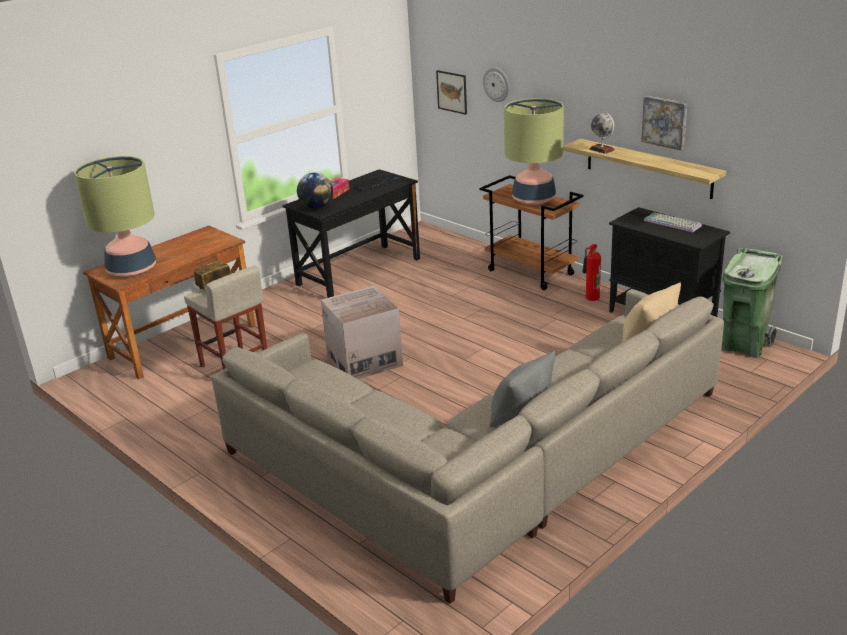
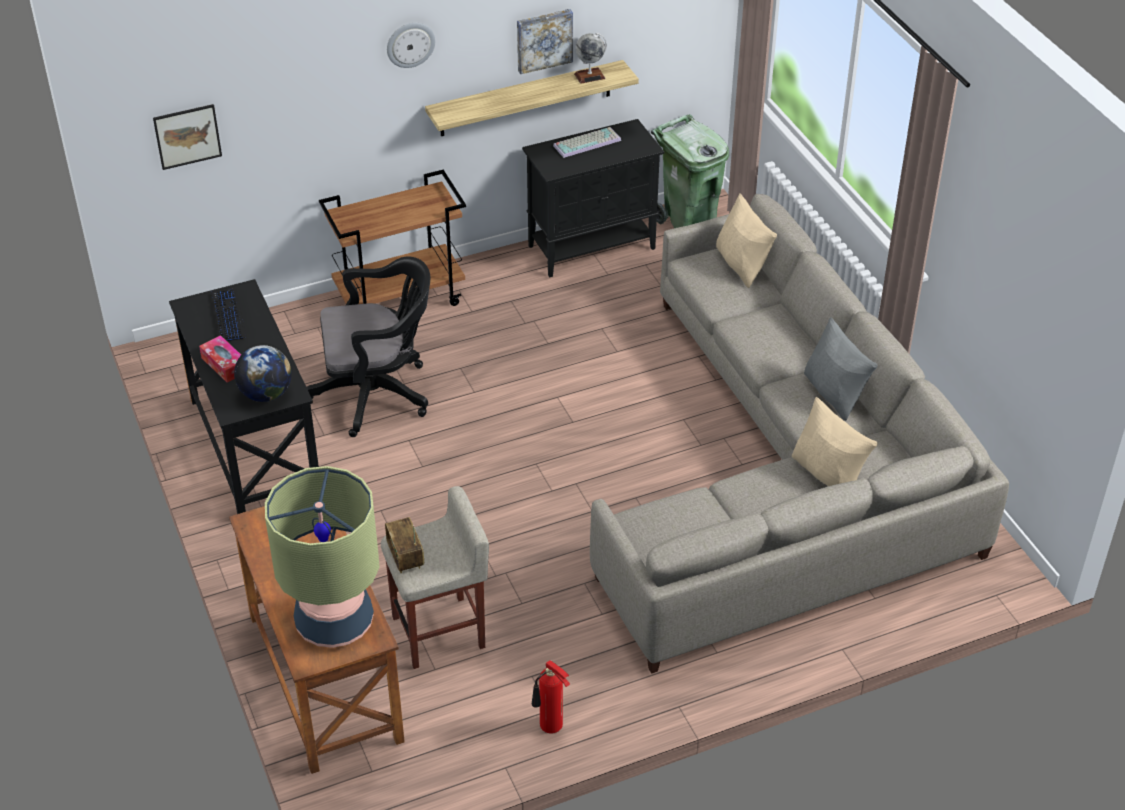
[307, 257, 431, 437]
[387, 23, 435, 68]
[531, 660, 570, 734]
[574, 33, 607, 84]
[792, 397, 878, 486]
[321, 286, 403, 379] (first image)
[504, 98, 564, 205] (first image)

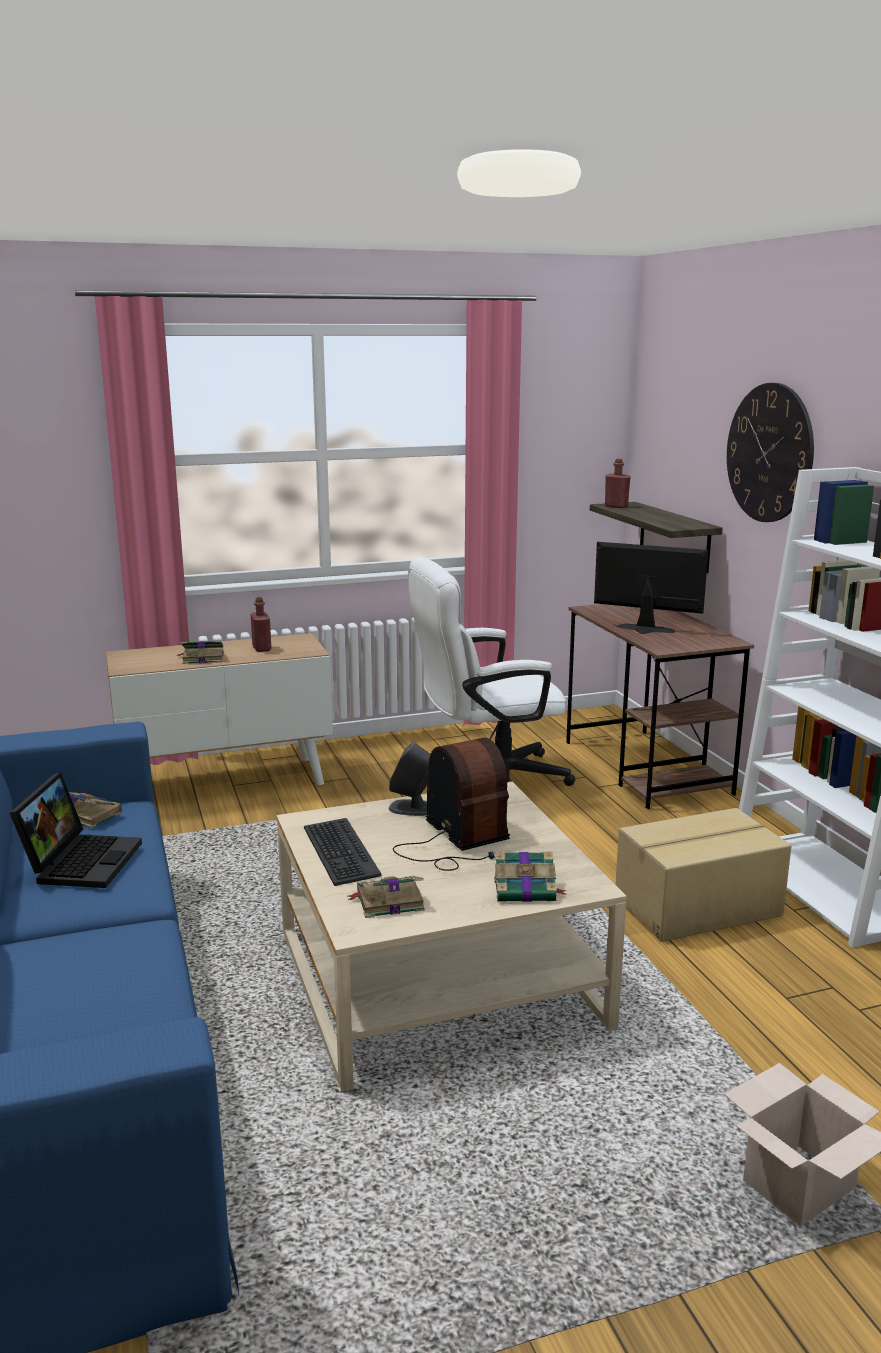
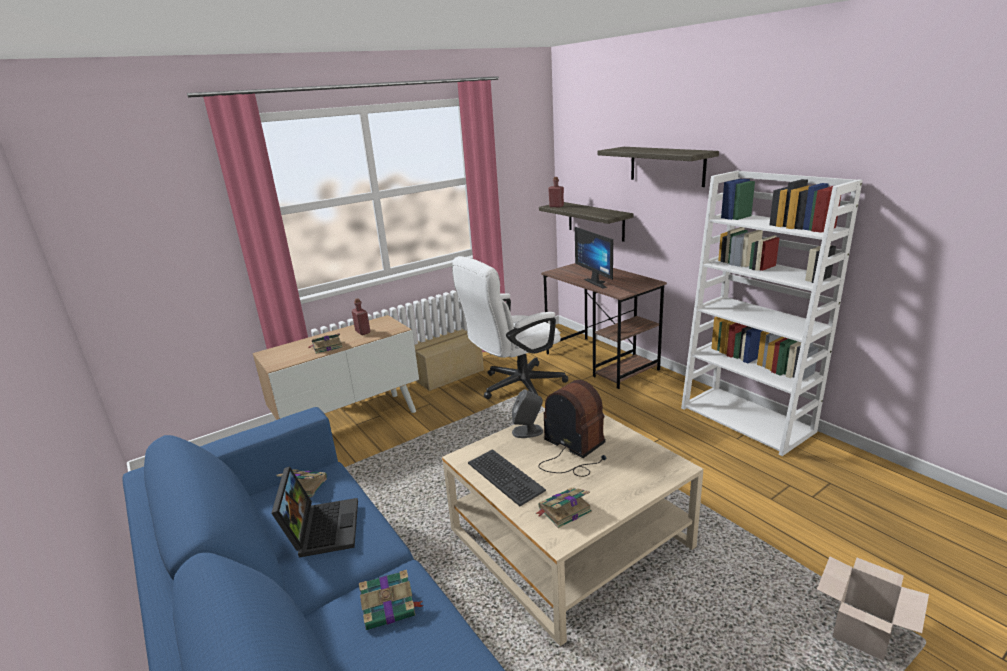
[359, 570, 424, 630]
[415, 328, 484, 391]
[575, 227, 613, 288]
[597, 147, 719, 187]

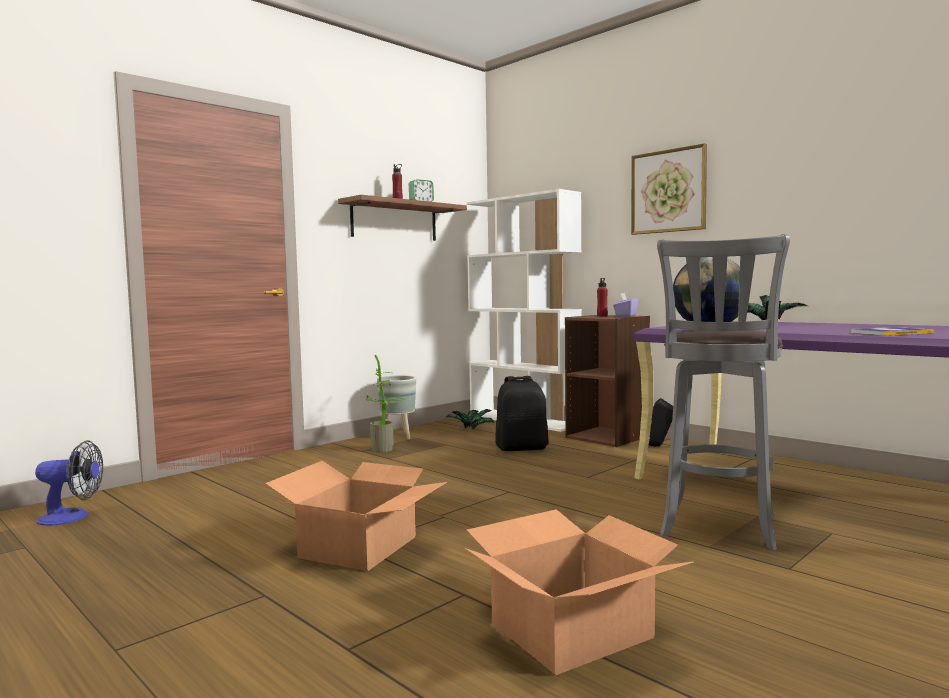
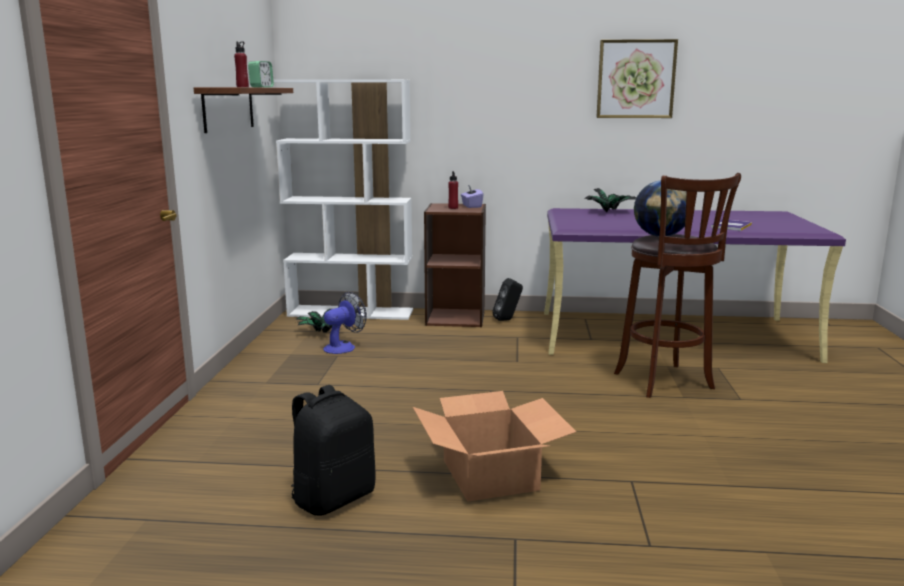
[291, 385, 375, 516]
[323, 292, 367, 354]
[596, 39, 678, 118]
[614, 173, 741, 398]
[366, 355, 406, 452] (first image)
[377, 376, 416, 439] (first image)
[464, 509, 694, 675] (first image)

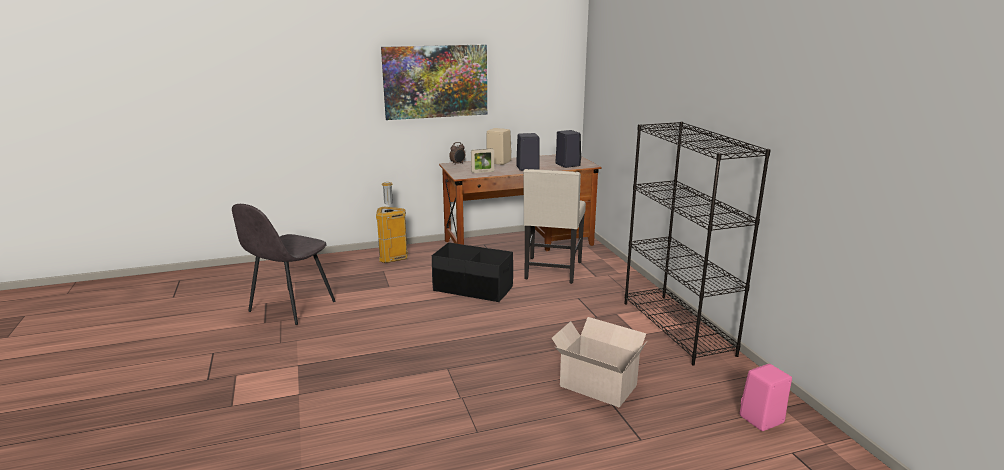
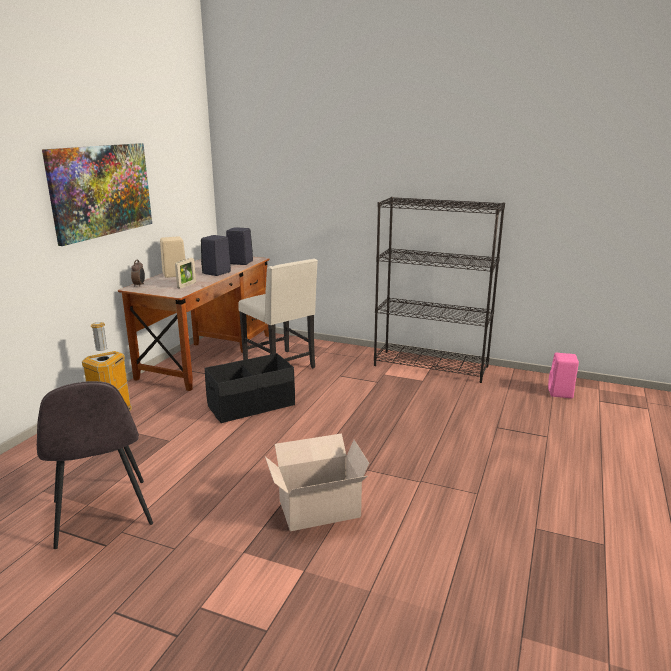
[265, 433, 369, 531]

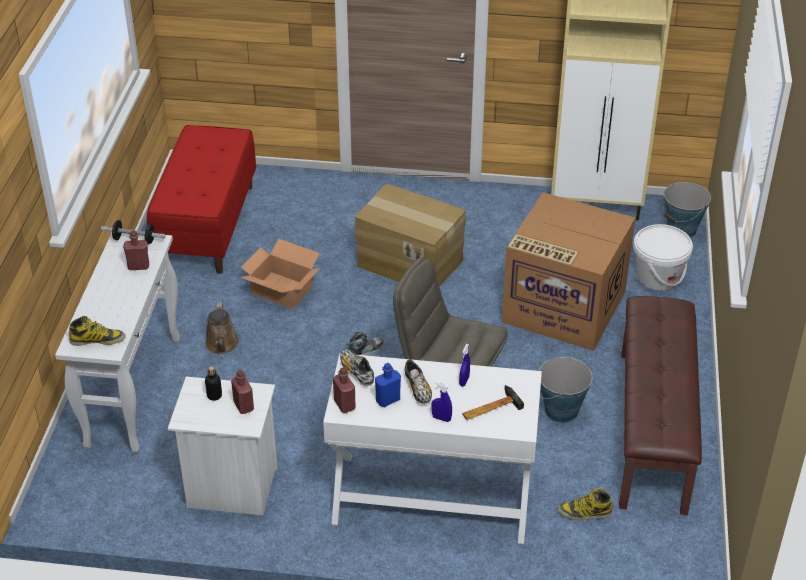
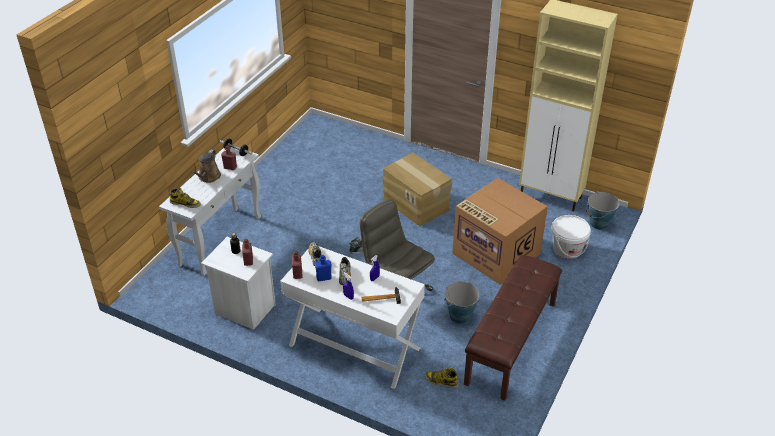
[191, 150, 221, 183]
[147, 125, 256, 274] (first image)
[240, 239, 320, 309] (first image)

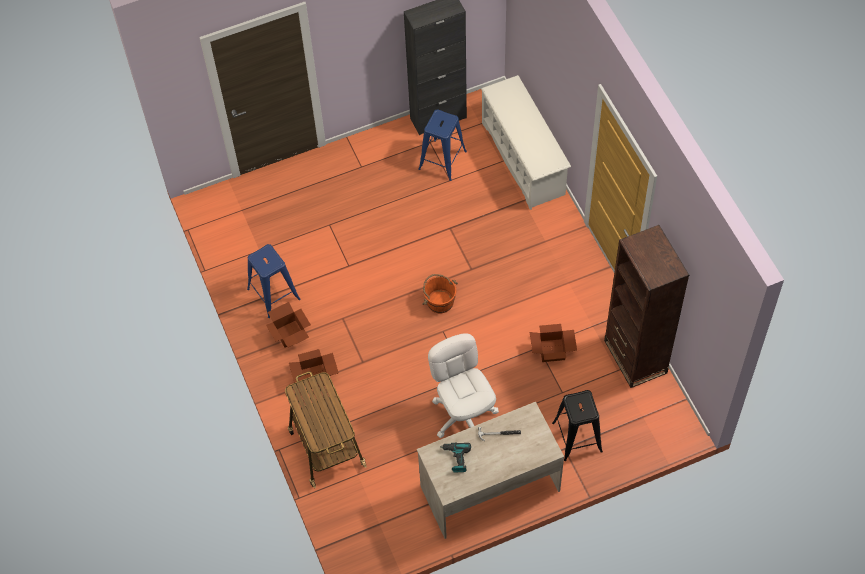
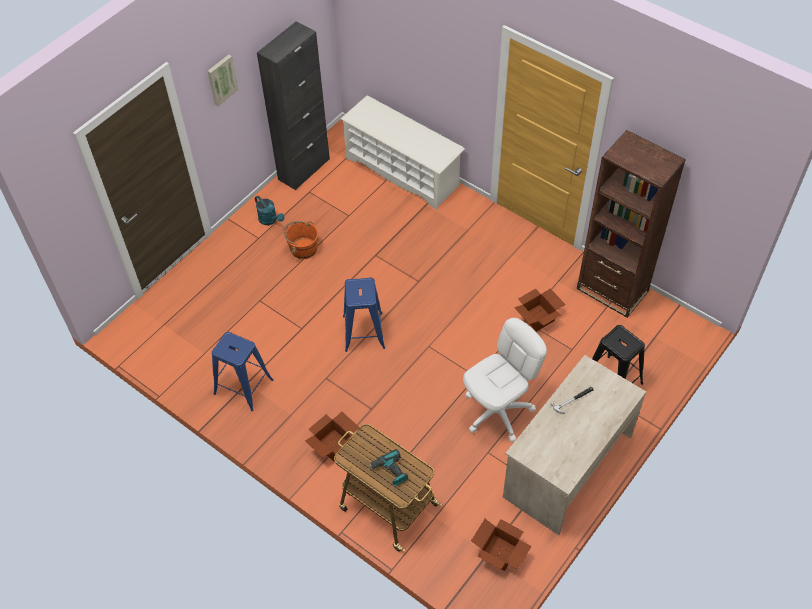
[208, 54, 238, 106]
[255, 196, 284, 225]
[284, 221, 318, 259]
[343, 278, 385, 352]
[368, 449, 408, 486]
[463, 318, 547, 442]
[471, 519, 532, 571]

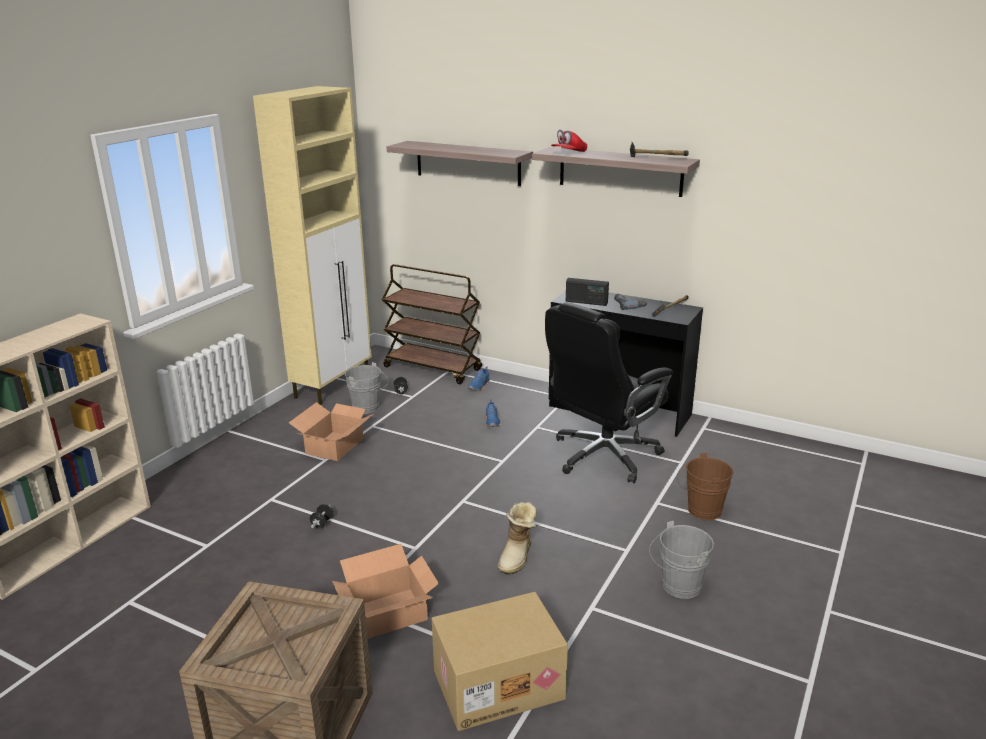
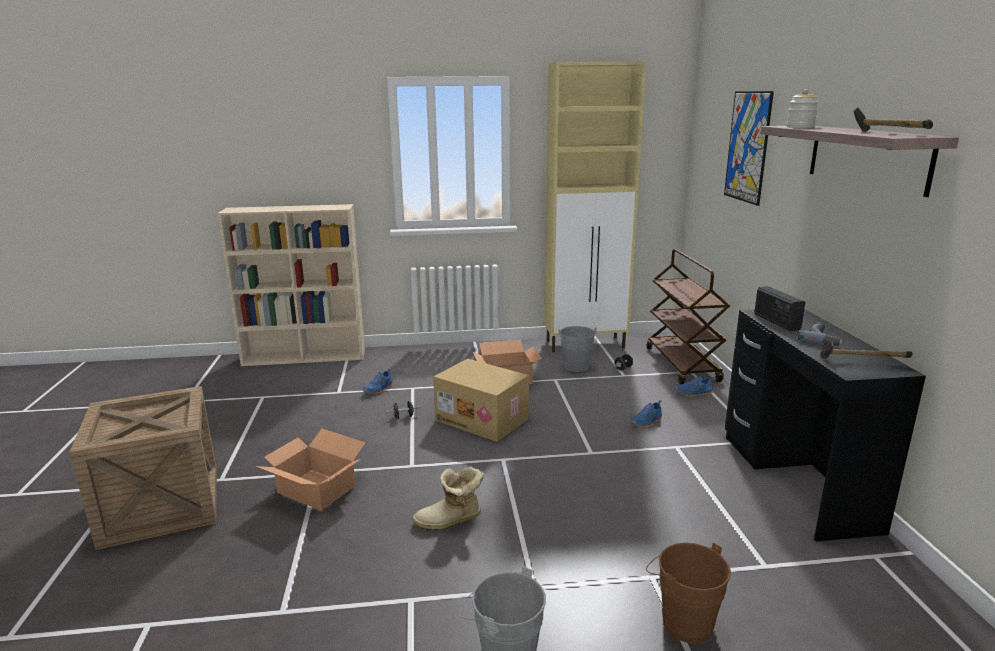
[363, 369, 393, 394]
[433, 359, 529, 442]
[724, 91, 774, 206]
[787, 89, 819, 128]
[545, 302, 673, 483] (first image)

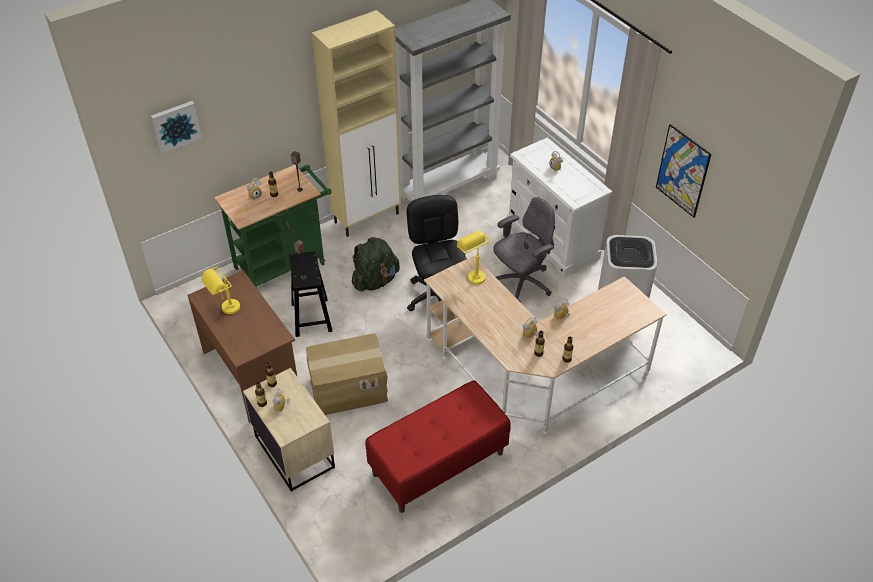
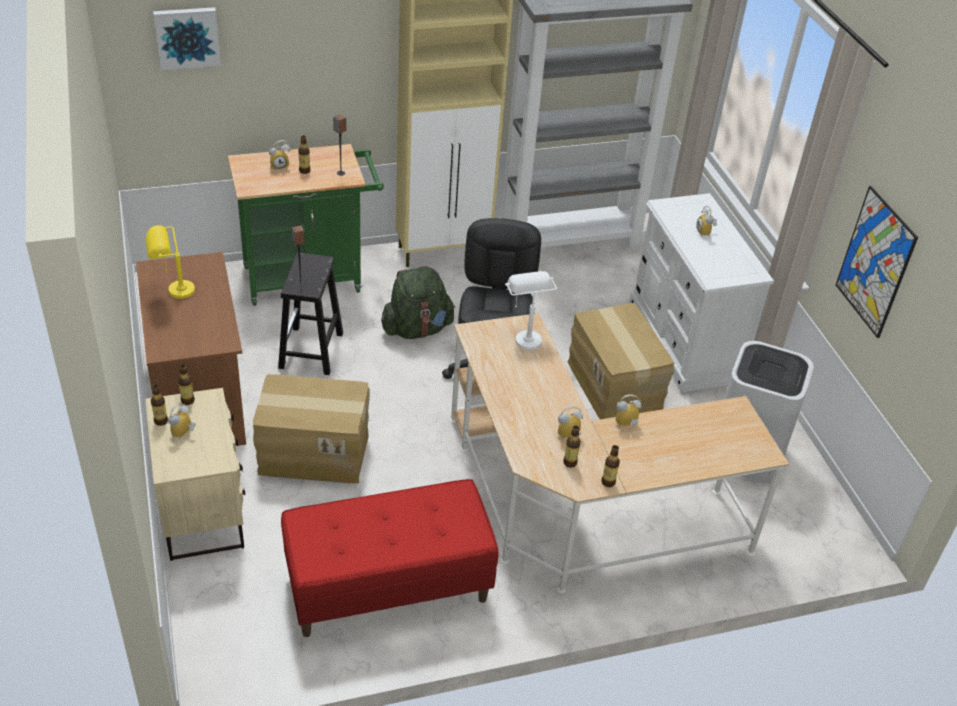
[505, 271, 557, 350]
[568, 303, 674, 419]

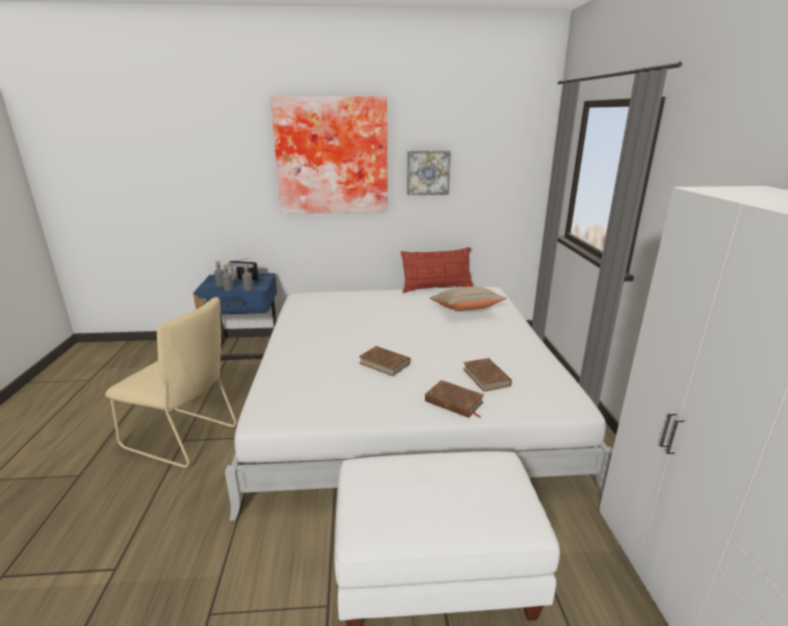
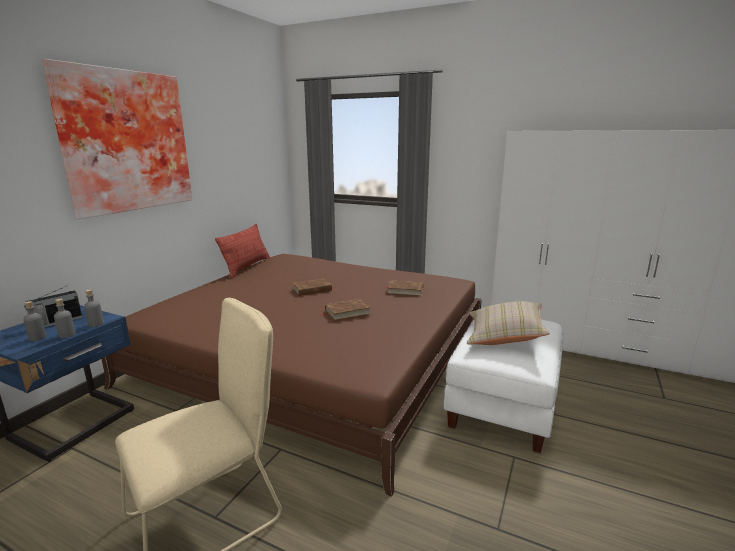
[102, 254, 482, 497]
[292, 278, 336, 296]
[467, 301, 550, 345]
[407, 150, 451, 195] (first image)

